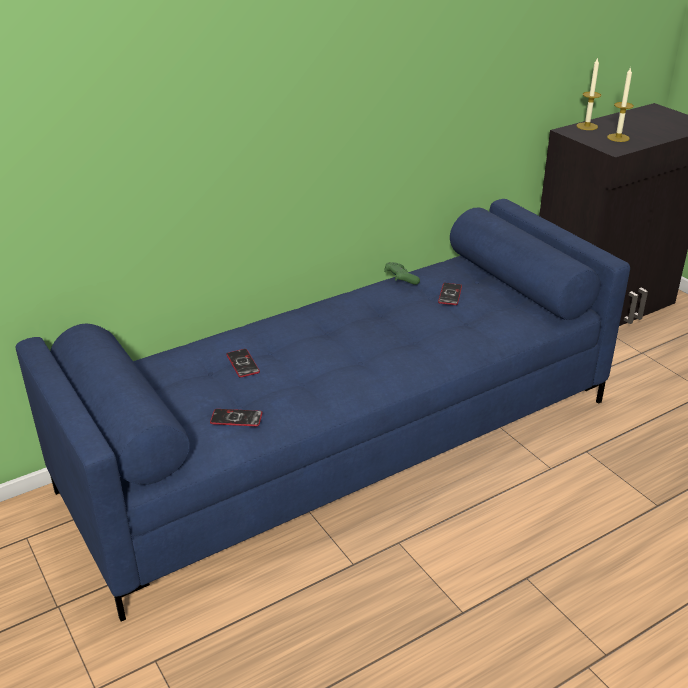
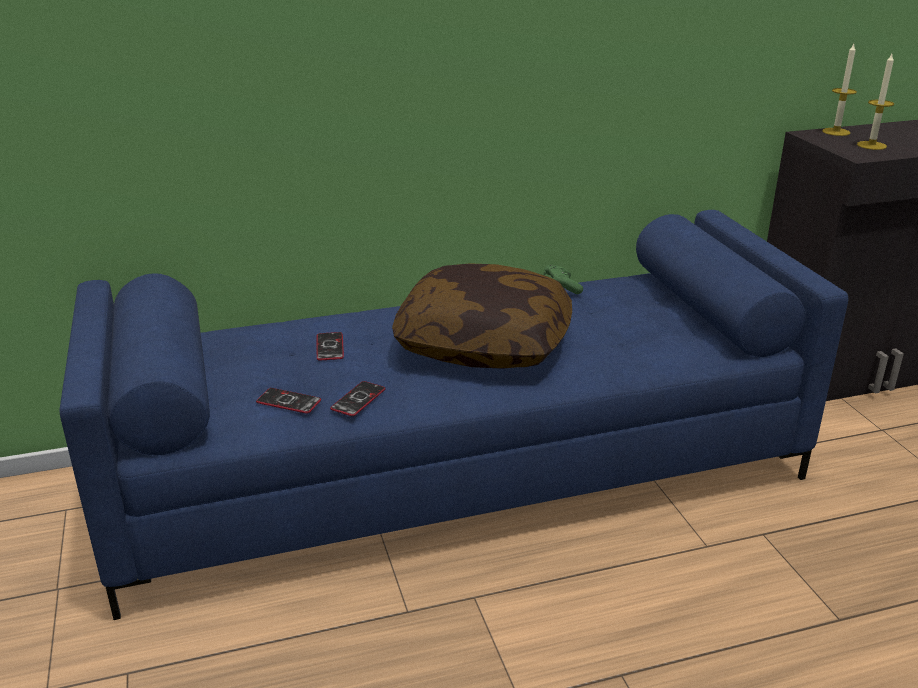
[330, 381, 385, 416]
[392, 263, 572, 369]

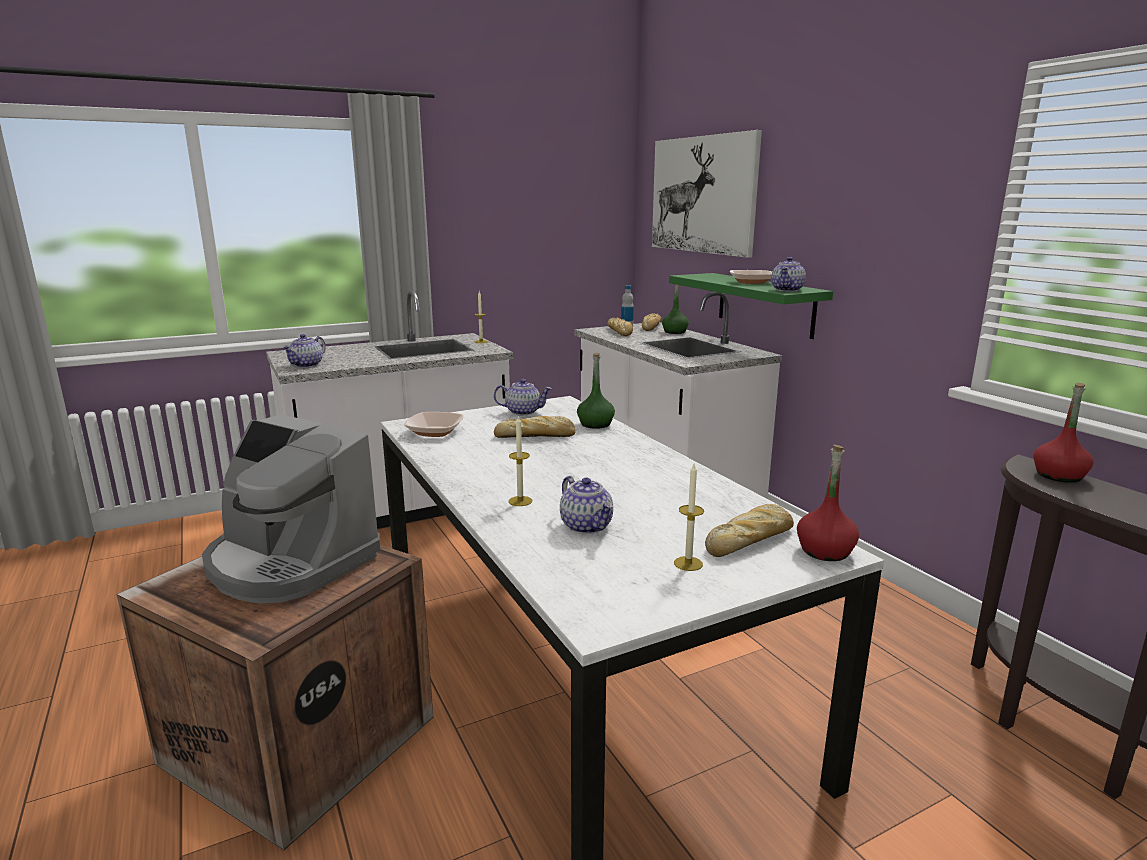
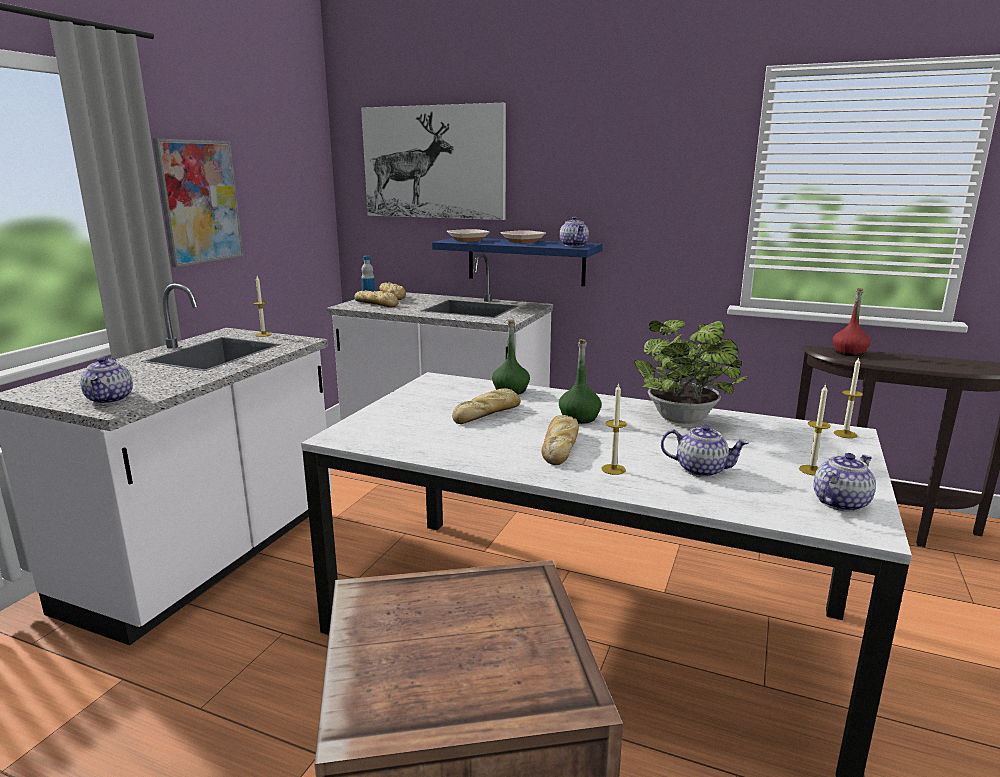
[153, 139, 243, 267]
[432, 238, 603, 286]
[447, 229, 489, 242]
[542, 415, 579, 465]
[559, 339, 601, 424]
[634, 320, 748, 424]
[814, 453, 876, 512]
[834, 357, 863, 438]
[202, 414, 380, 603] (first image)

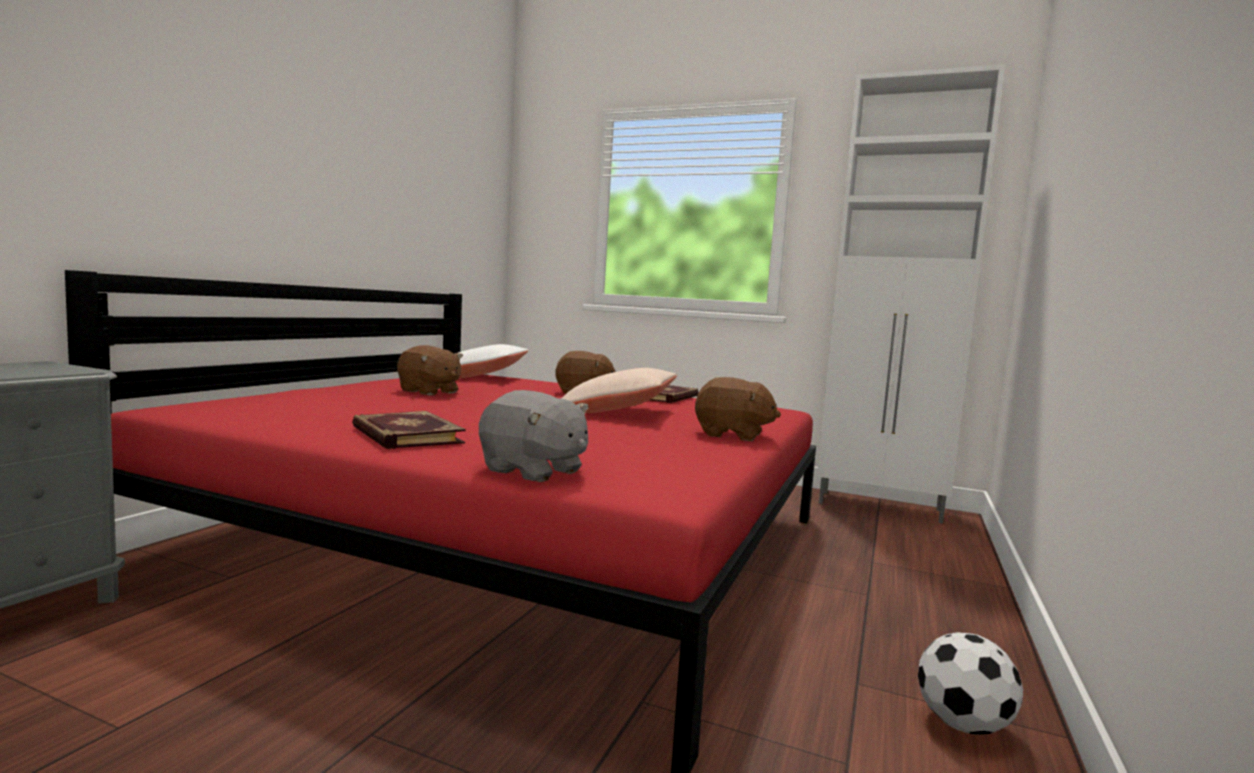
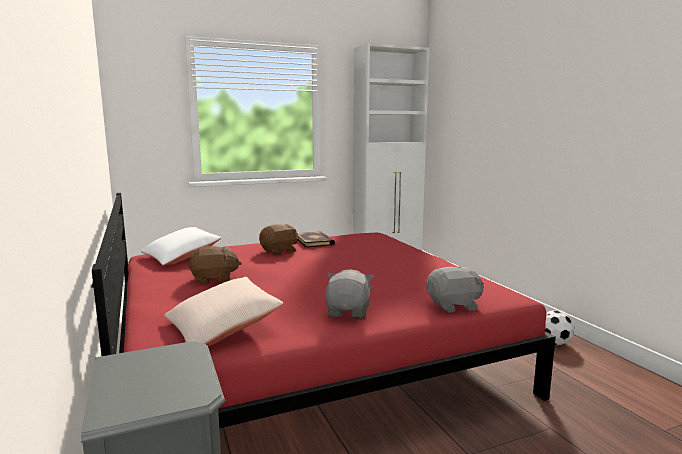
[164, 277, 284, 346]
[325, 269, 374, 318]
[695, 377, 781, 441] (first image)

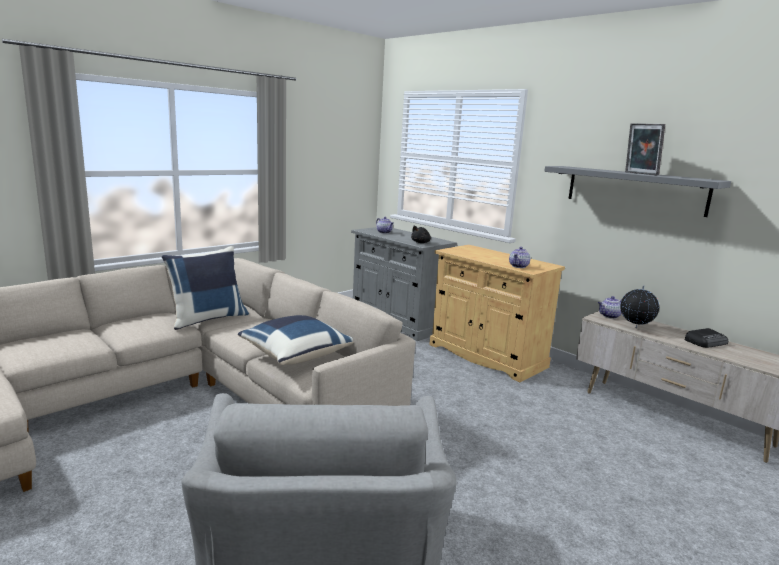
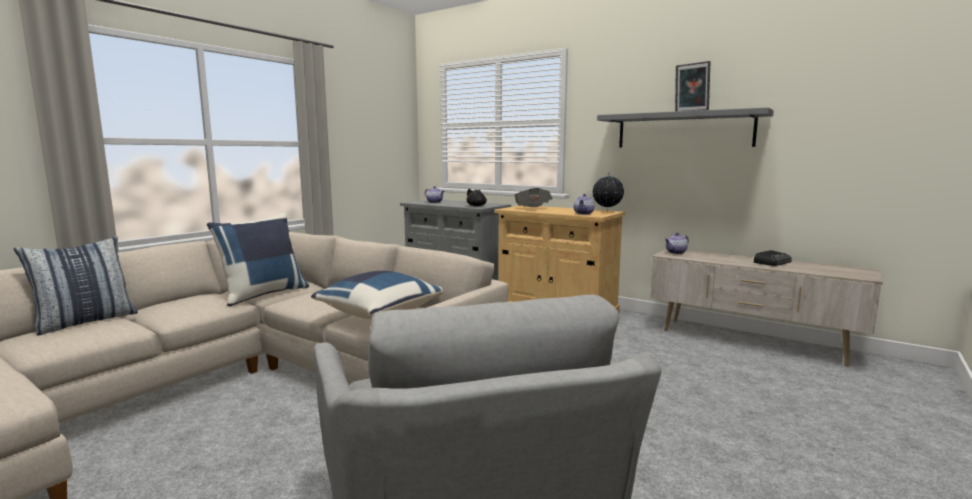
[14, 236, 138, 336]
[514, 188, 552, 207]
[592, 172, 624, 212]

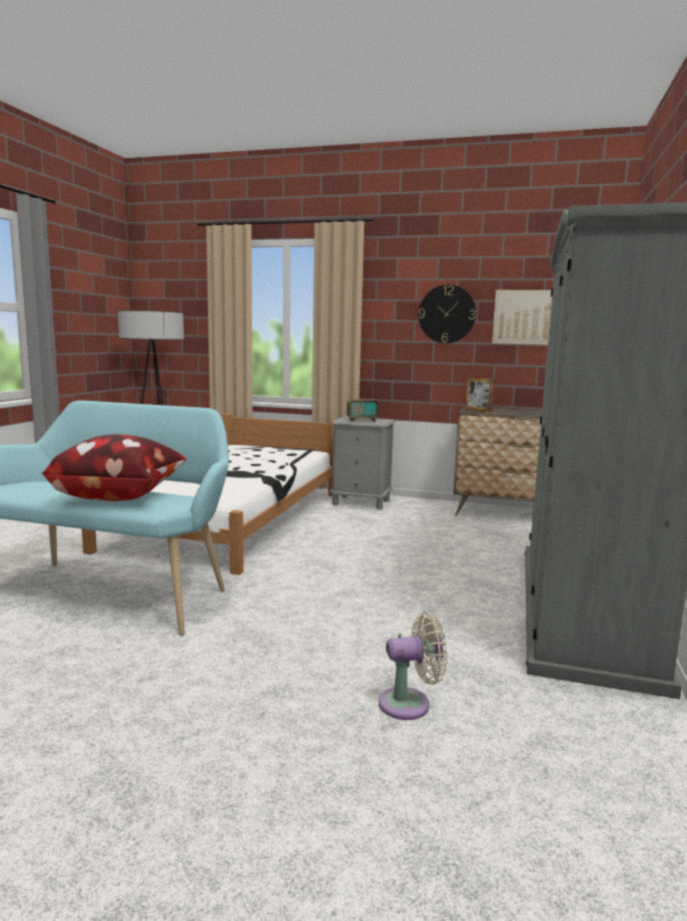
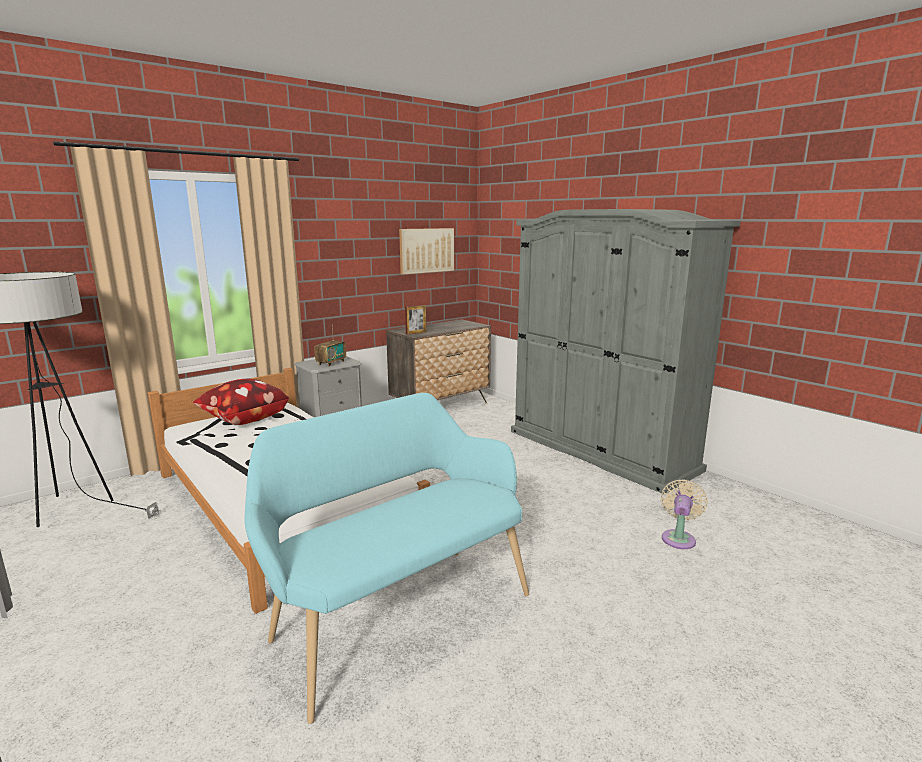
[193, 379, 289, 425]
[418, 285, 476, 343] (first image)

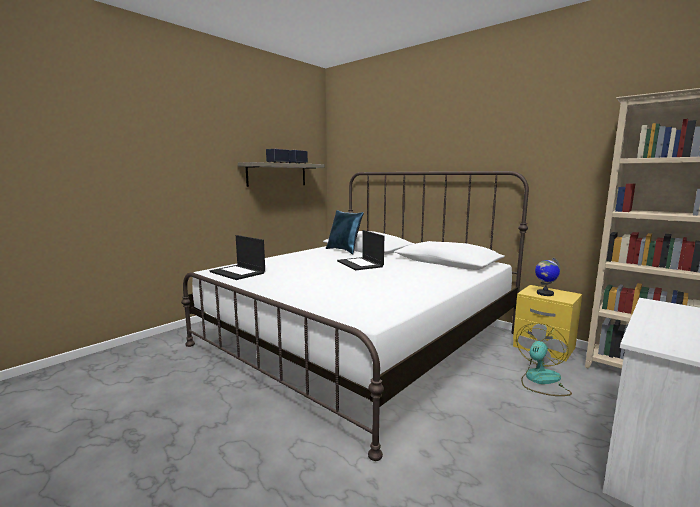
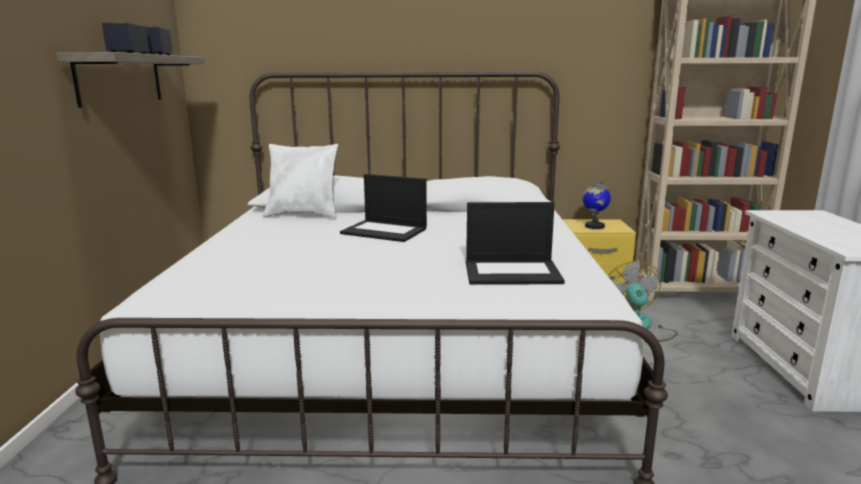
[263, 144, 338, 218]
[466, 202, 565, 285]

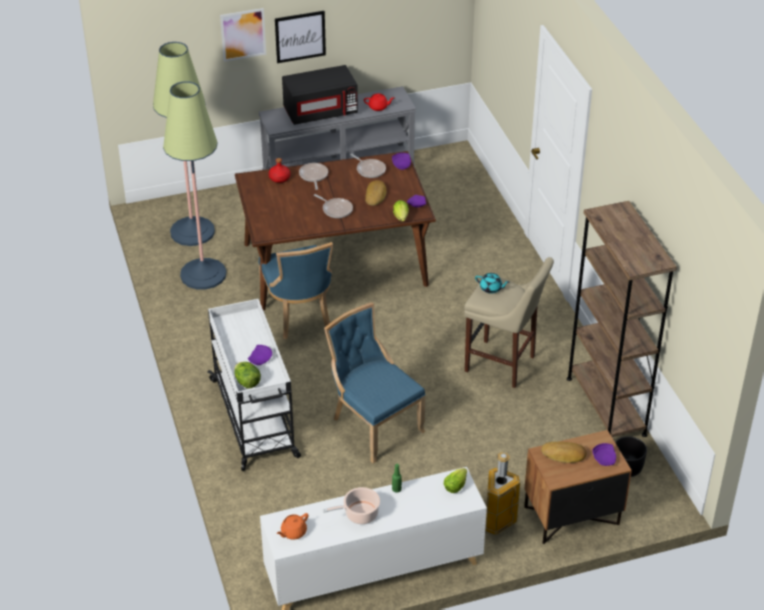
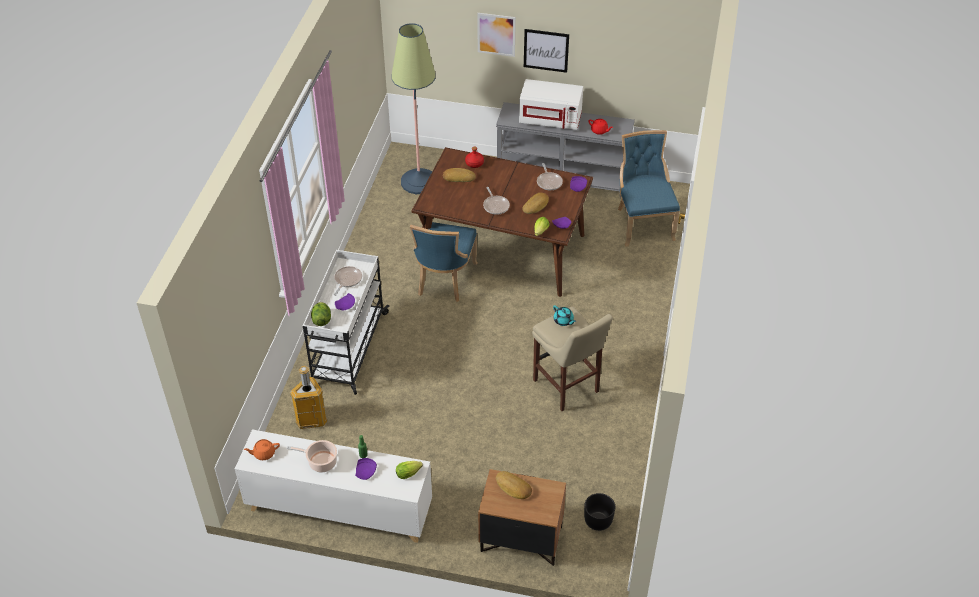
[290, 366, 327, 429]
[334, 266, 362, 296]
[355, 458, 377, 480]
[443, 168, 476, 182]
[519, 79, 583, 130]
[618, 130, 680, 246]
[163, 81, 226, 290] (first image)
[567, 201, 677, 437] (first image)

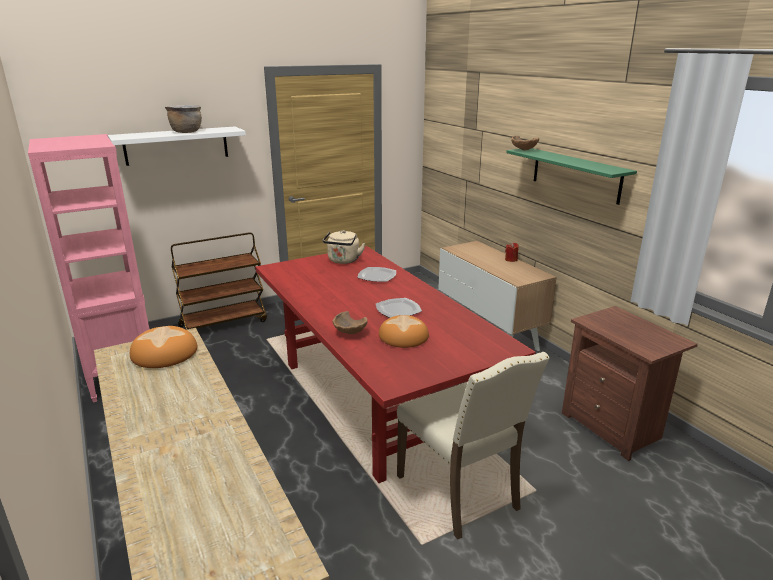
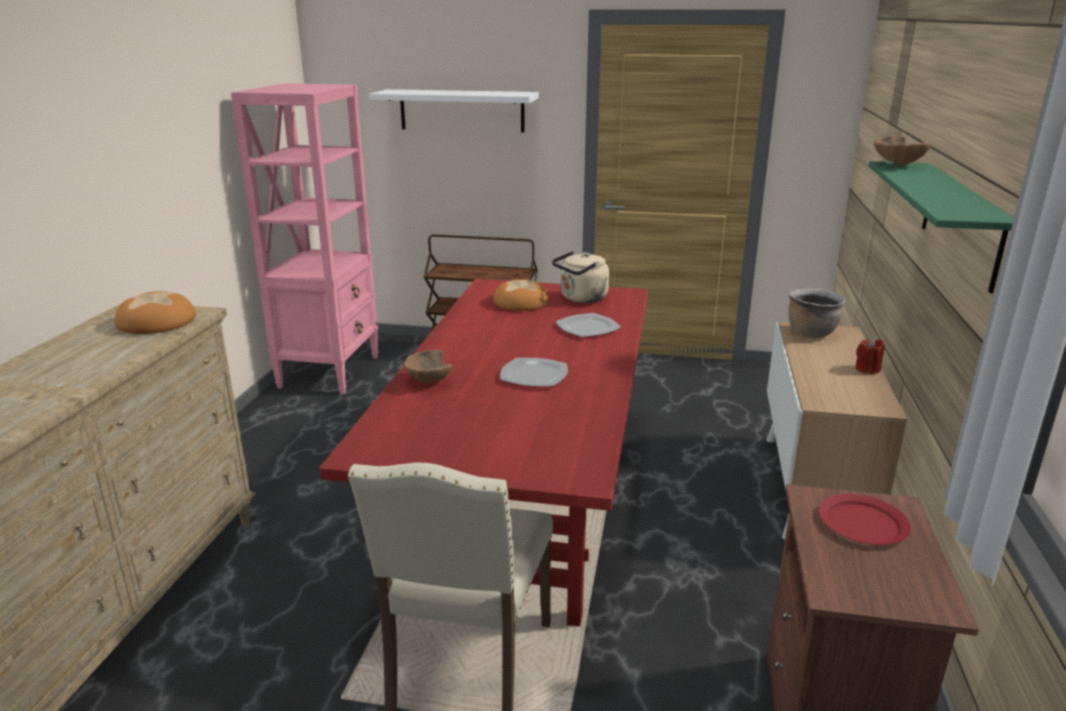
[493, 279, 549, 311]
[788, 289, 846, 338]
[819, 494, 911, 545]

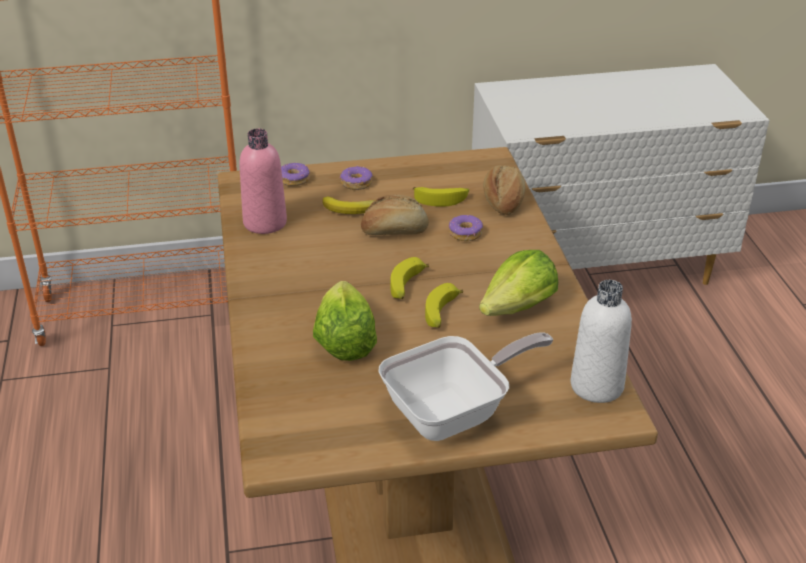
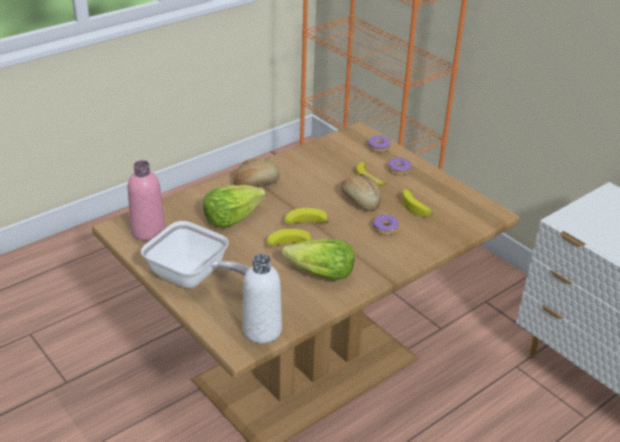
[128, 160, 166, 241]
[234, 157, 280, 187]

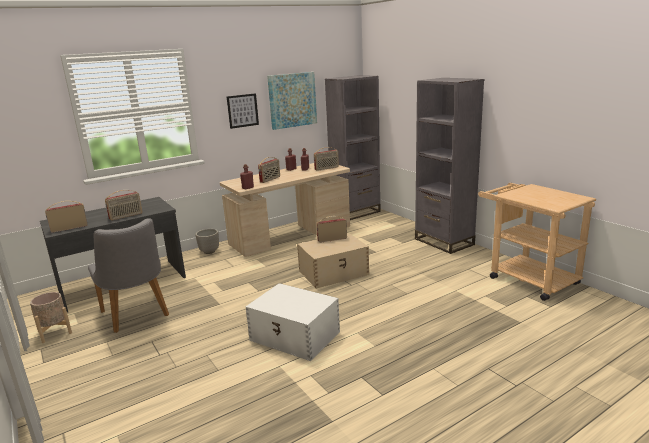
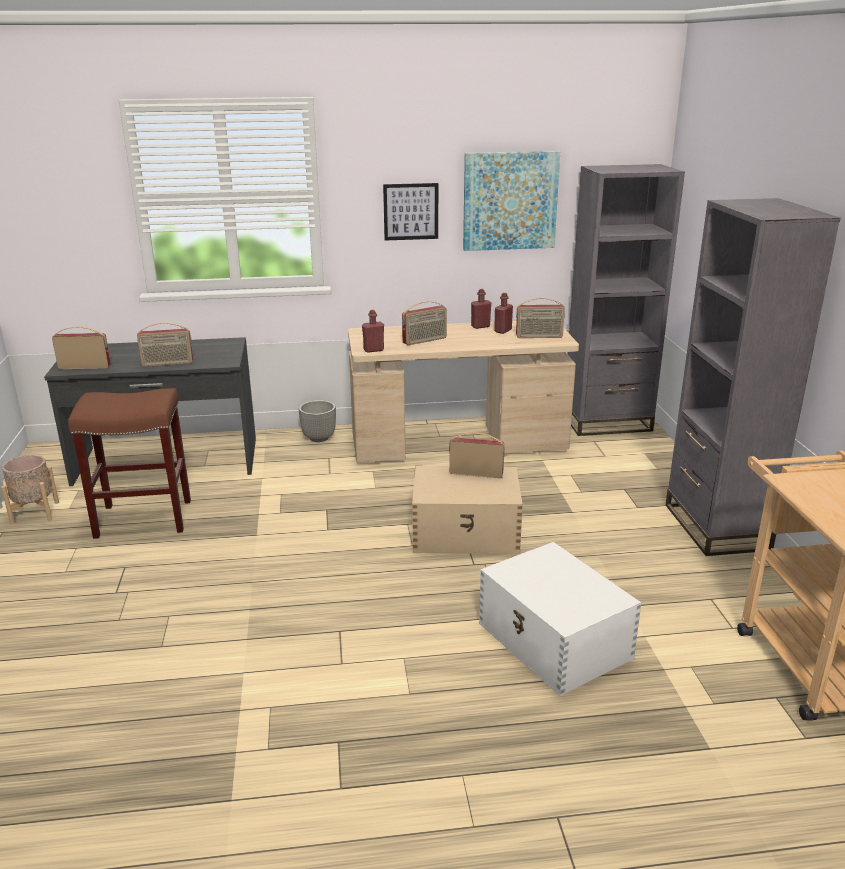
[68, 388, 191, 539]
[479, 542, 642, 696]

